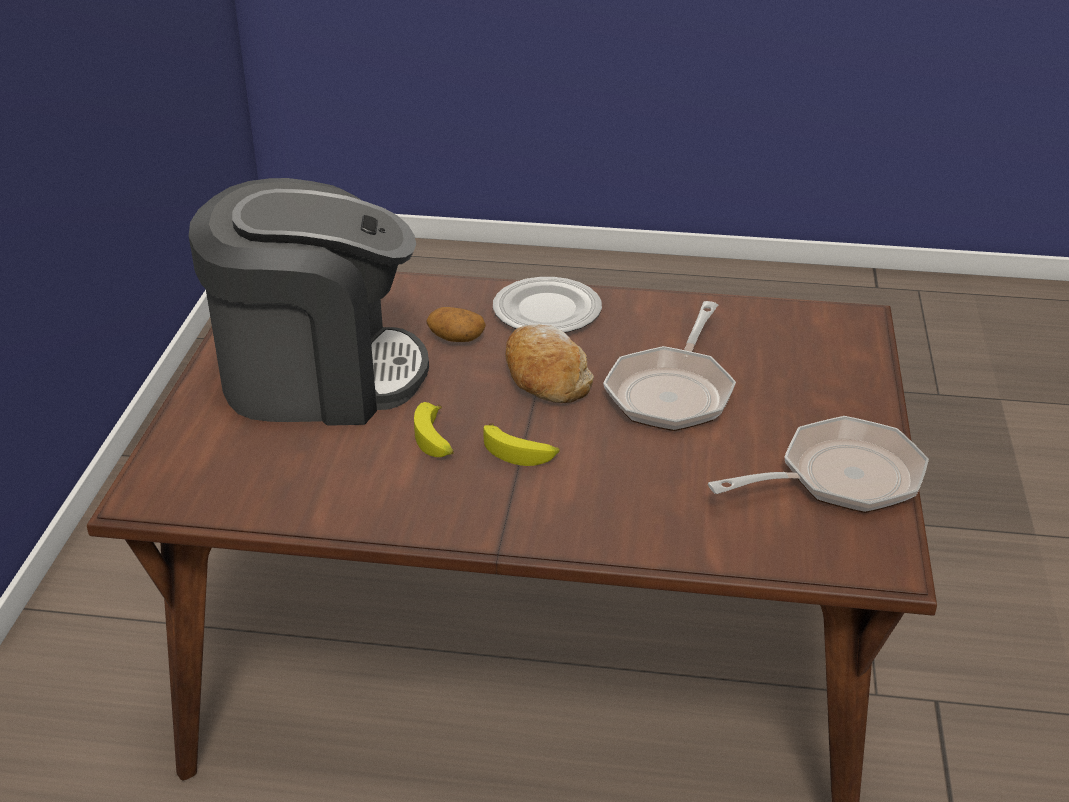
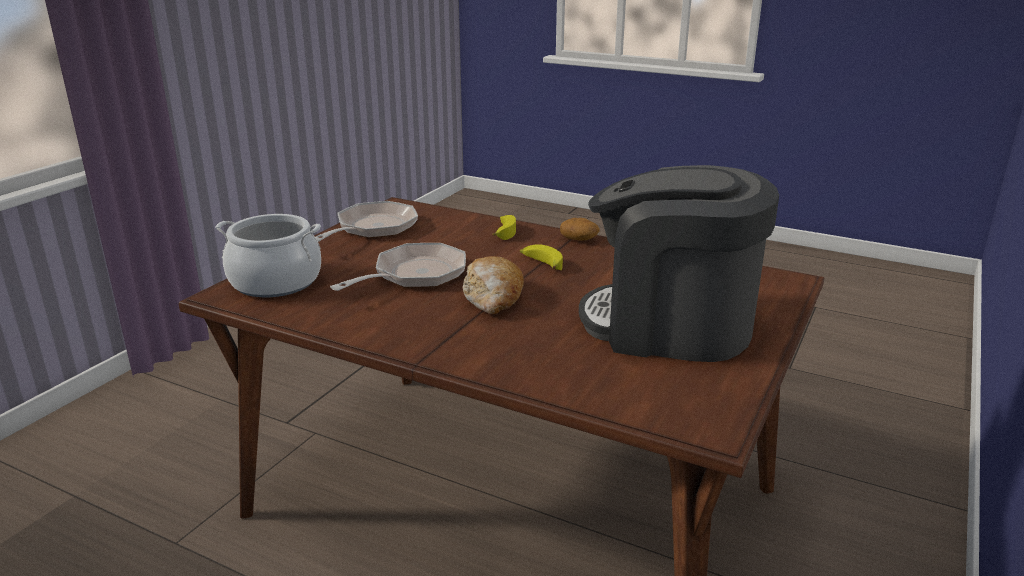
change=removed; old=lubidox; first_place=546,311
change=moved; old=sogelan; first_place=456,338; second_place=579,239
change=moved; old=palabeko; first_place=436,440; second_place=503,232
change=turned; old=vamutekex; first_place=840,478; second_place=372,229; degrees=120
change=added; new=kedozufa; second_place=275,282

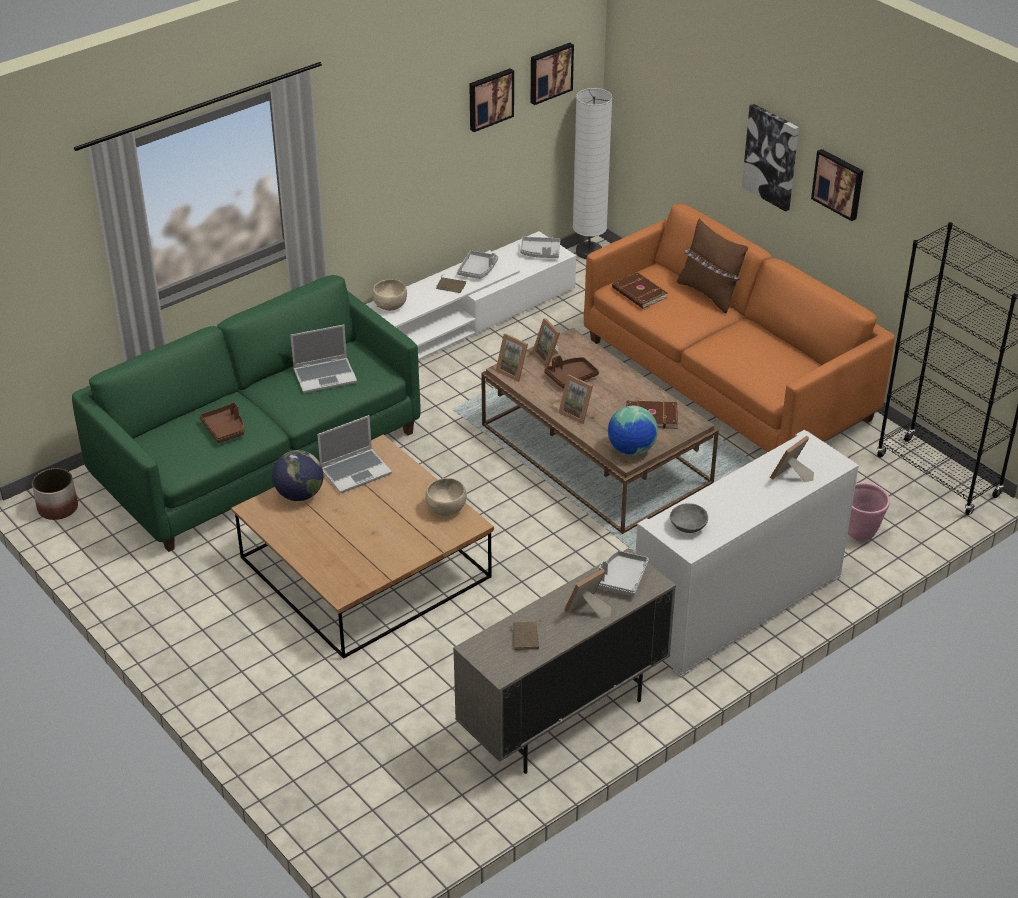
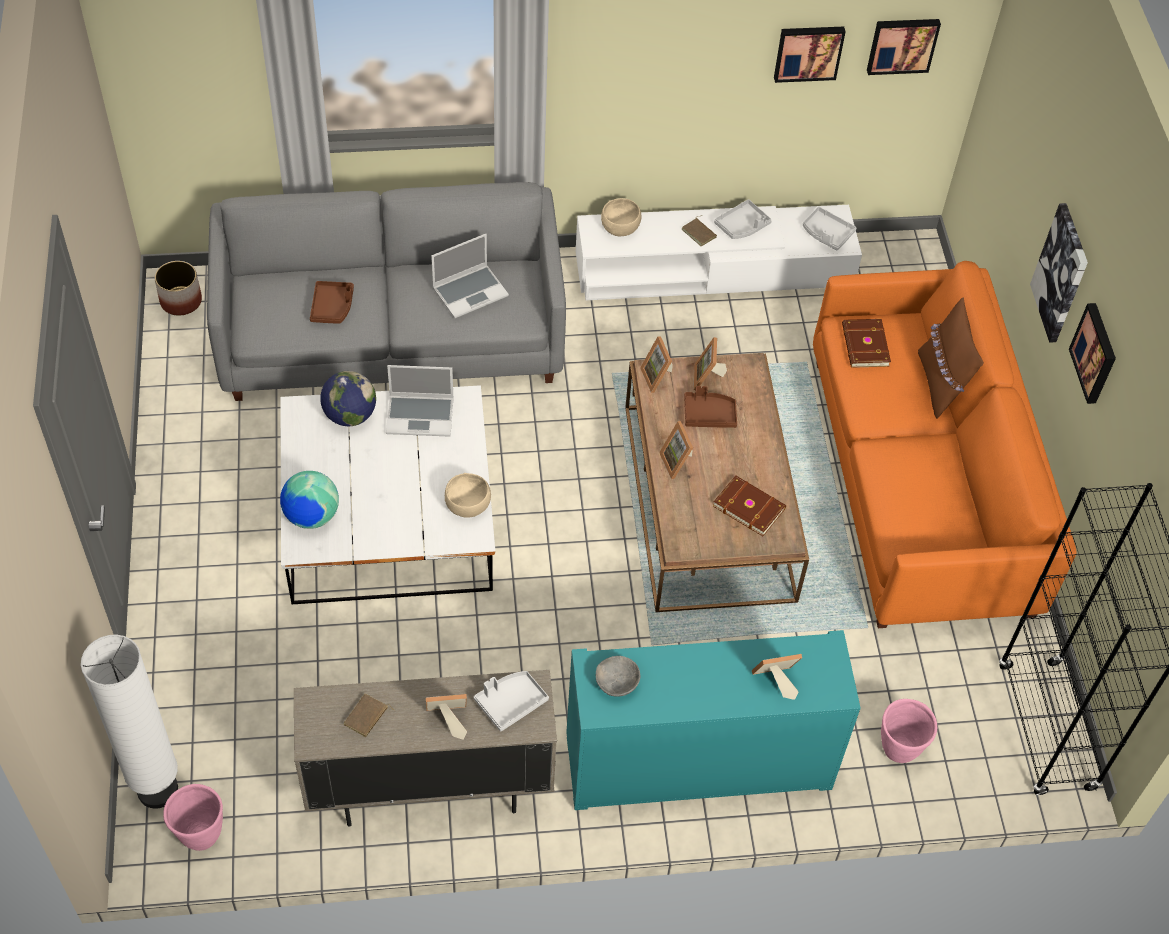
change=moved; old=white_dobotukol; first_place=588,252; second_place=157,790
change=recoloured; old=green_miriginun; new=grey_miriginun; first_place=258,456; second_place=392,334
change=turned; old=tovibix; first_place=325,376; second_place=470,291; degrees=-45
change=moved; old=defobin; first_place=631,450; second_place=311,516
change=recoloured; old=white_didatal; new=turquoise_didatal; first_place=737,606; second_place=698,762
change=recoloured; old=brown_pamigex; new=white_pamigex; first_place=365,567; second_place=388,514
change=added; new=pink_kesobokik; second_place=200,835

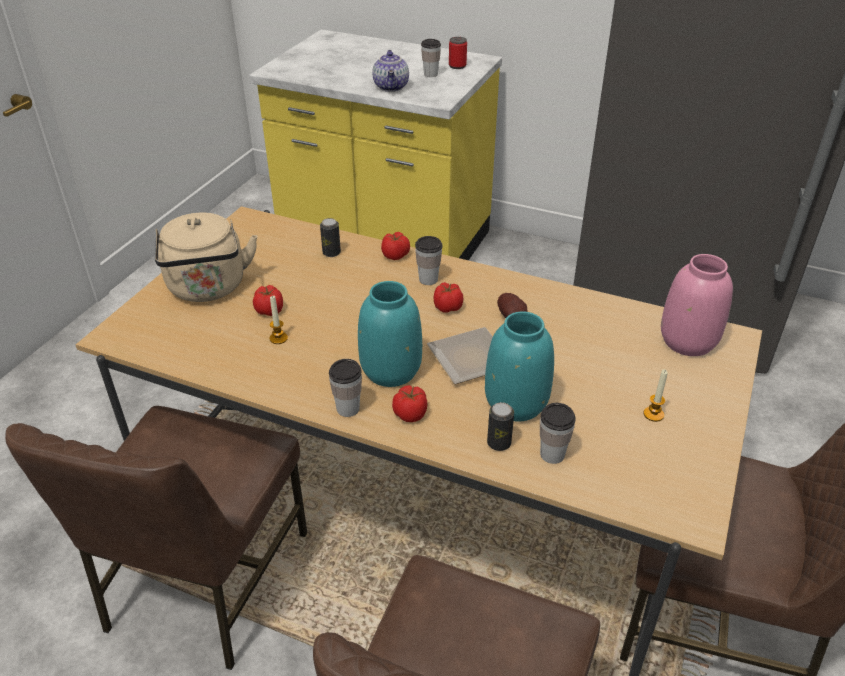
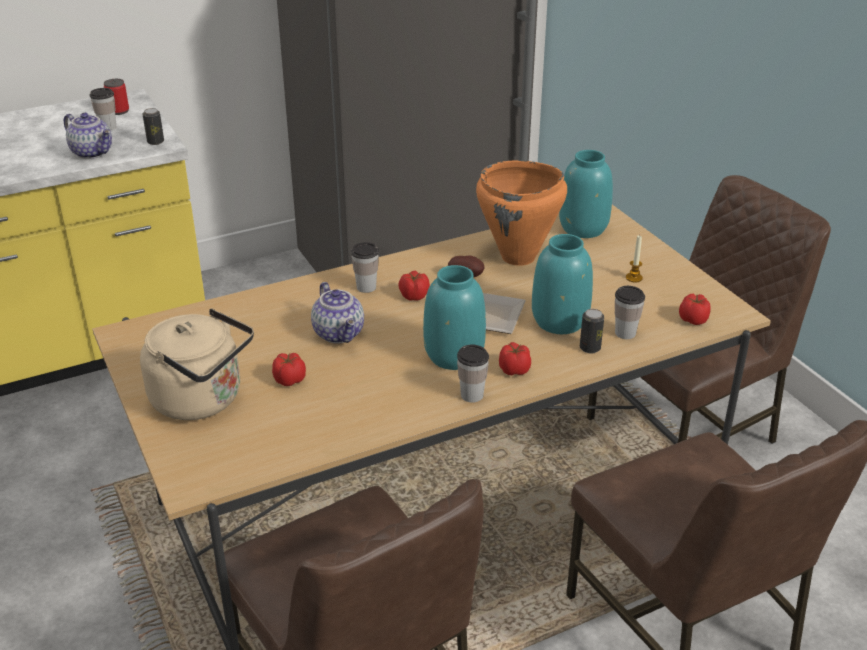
change=moved; old=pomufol; first_place=331,253; second_place=155,142
change=moved; old=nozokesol; first_place=396,255; second_place=693,319
change=recoloured; old=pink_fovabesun; new=turquoise_fovabesun; first_place=688,342; second_place=584,229
change=removed; old=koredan; first_place=278,338
change=added; new=orange_kedozufa; second_place=518,257
change=added; new=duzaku; second_place=340,334

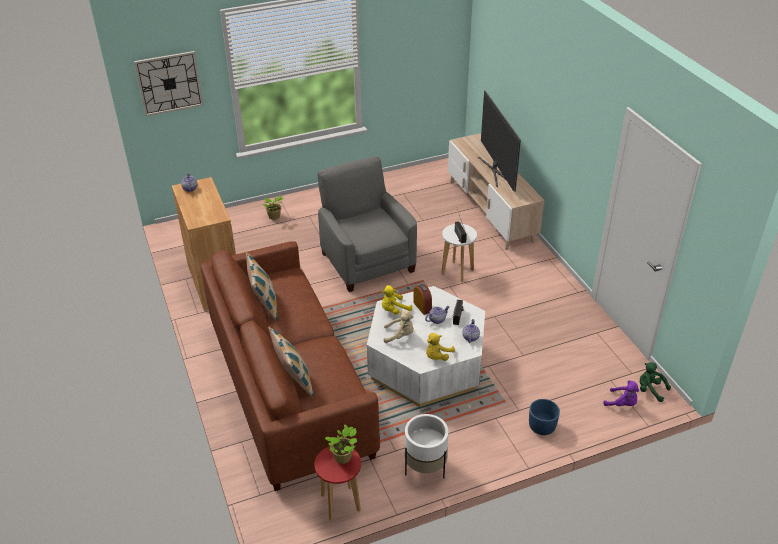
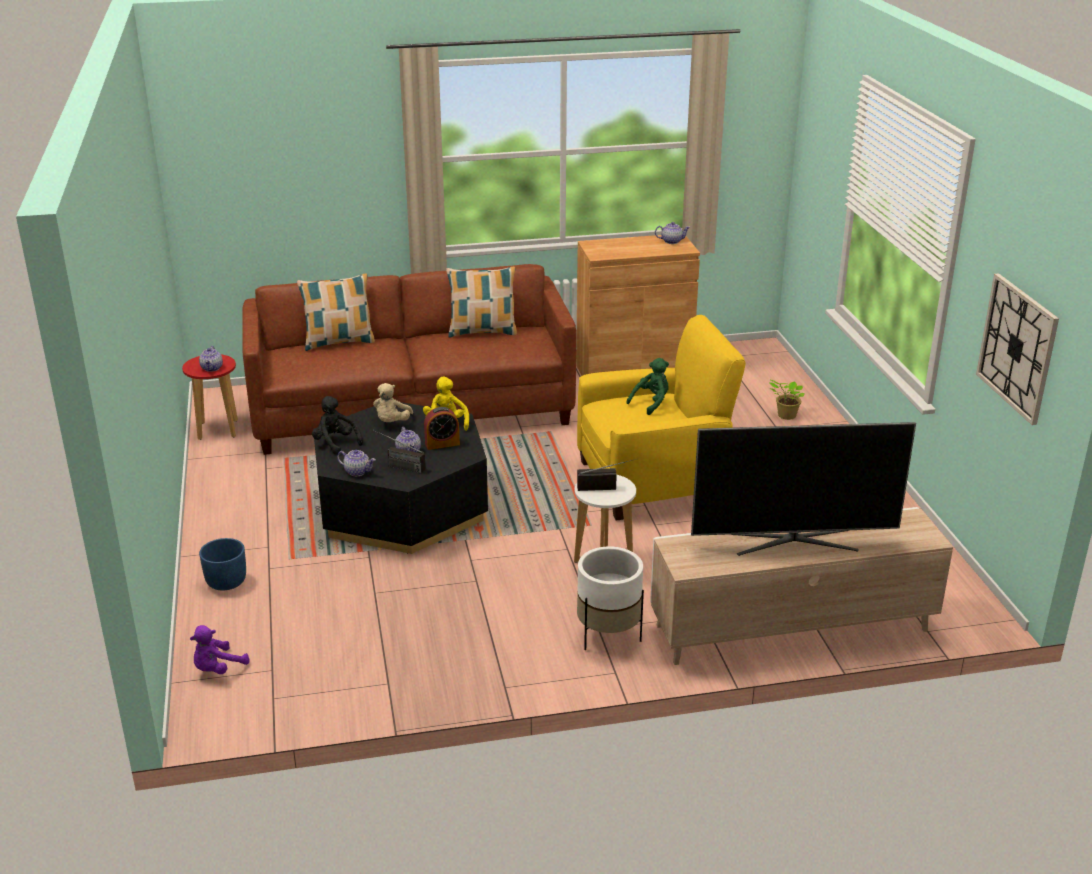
change=moved; old=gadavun; first_place=169,83; second_place=1017,347
change=recoloured; old=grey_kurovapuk; new=yellow_kurovapuk; first_place=367,261; second_place=653,482
change=recoloured; old=white_pamigex; new=black_pamigex; first_place=426,363; second_place=402,506
change=recoloured; old=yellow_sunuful; new=black_sunuful; first_place=437,356; second_place=335,443
change=moved; old=green_sunuful; first_place=650,390; second_place=651,403
change=moved; old=white_kesobokik; first_place=425,467; second_place=608,635
change=replaced; old=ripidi; new=duzaku; first_place=344,458; second_place=212,368

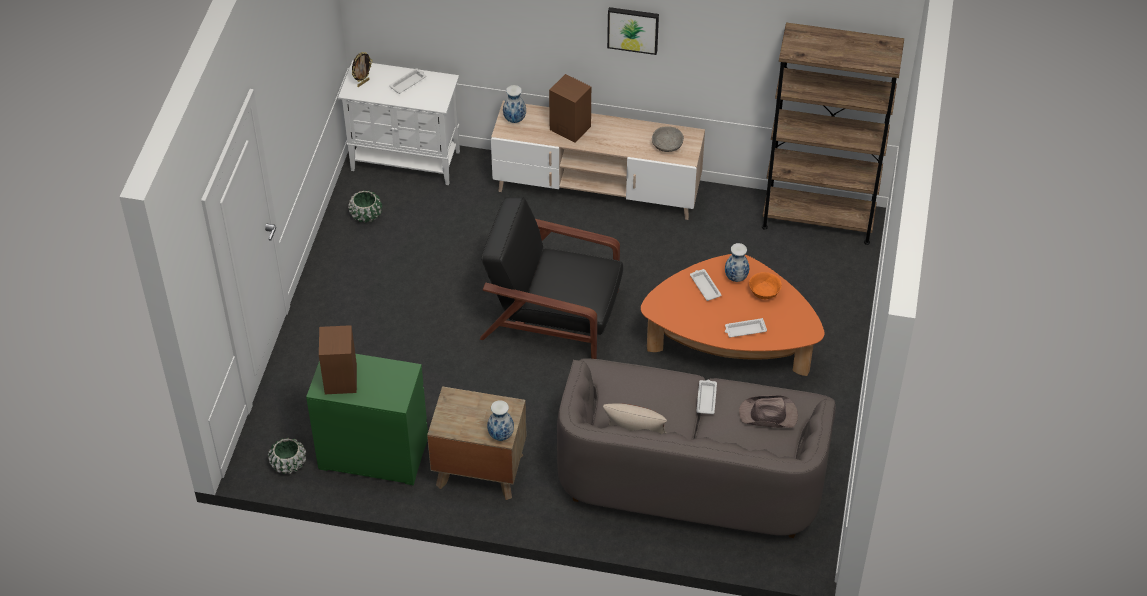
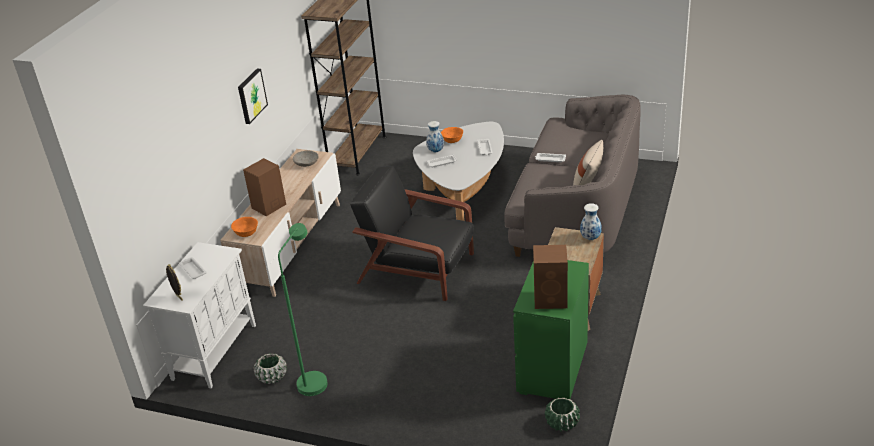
change=replaced; old=fovabesun; new=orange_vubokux; first_place=514,120; second_place=246,233
change=turned; old=black_kurovapuk; first_place=553,315; second_place=418,269; degrees=90
change=recoloured; old=orange_pamigex; new=white_pamigex; first_place=730,346; second_place=464,191
change=removed; old=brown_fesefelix; first_place=769,415
change=added; new=green_dobotukol; second_place=315,378

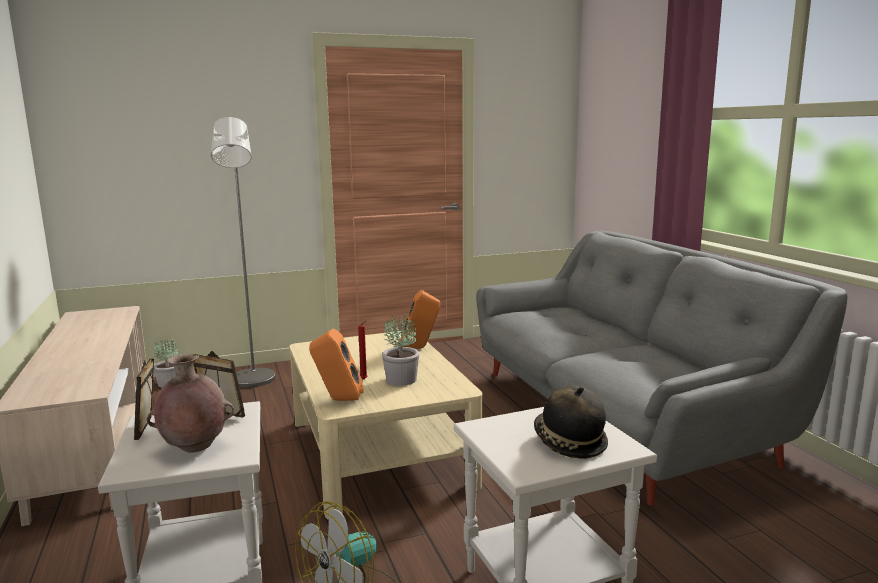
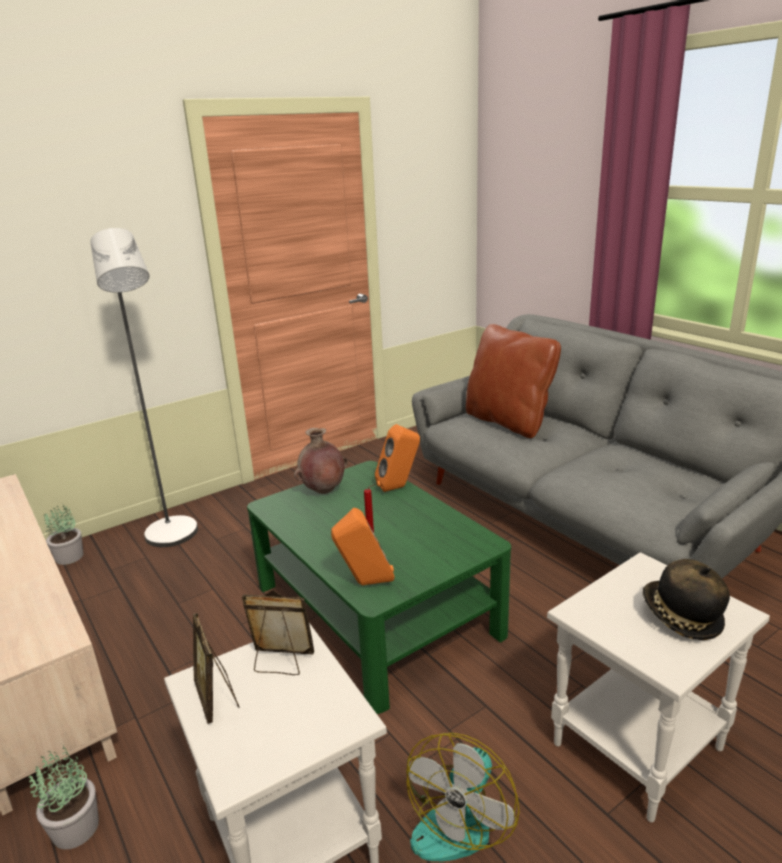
change=moved; old=ripidi; first_place=401,379; second_place=75,827
change=recoloured; old=beige_pamigex; new=green_pamigex; first_place=379,452; second_place=376,609
change=moved; old=brown_fovabesun; first_place=194,448; second_place=323,490
change=added; new=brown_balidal; second_place=508,422

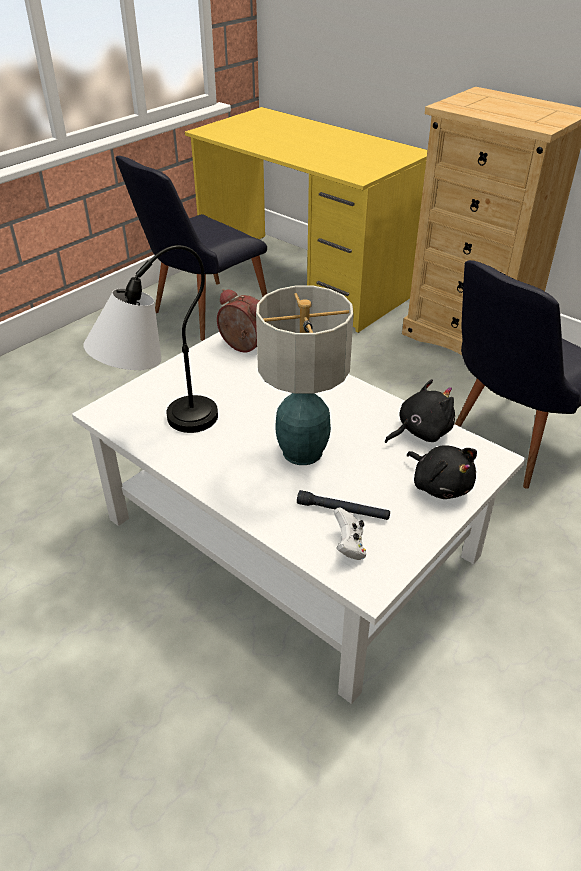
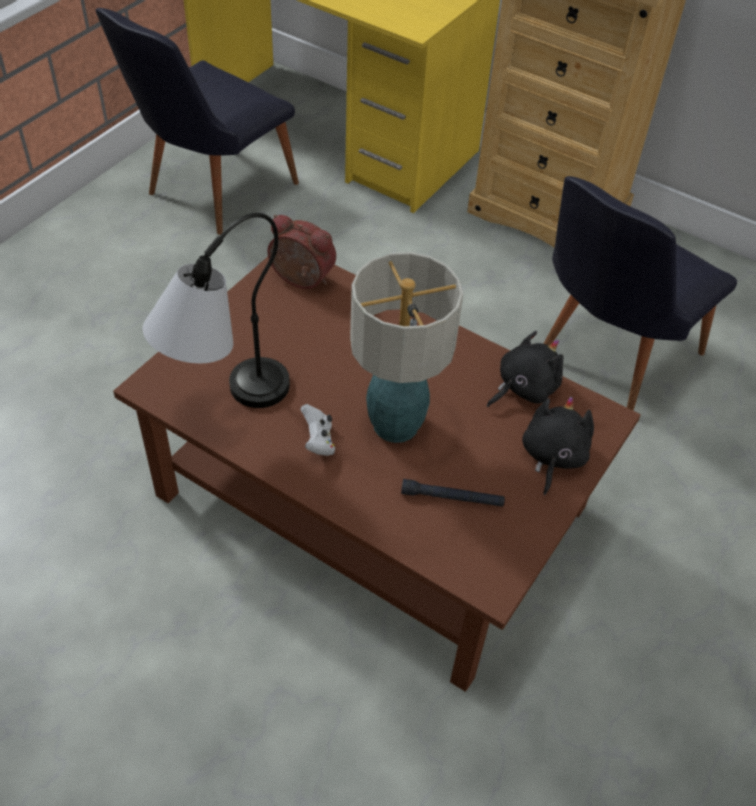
change=recoloured; old=white_pamigex; new=brown_pamigex; first_place=289,538; second_place=370,502
change=turned; old=black_sunuful; first_place=440,485; second_place=552,456; degrees=-120
change=moved; old=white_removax; first_place=349,546; second_place=318,441

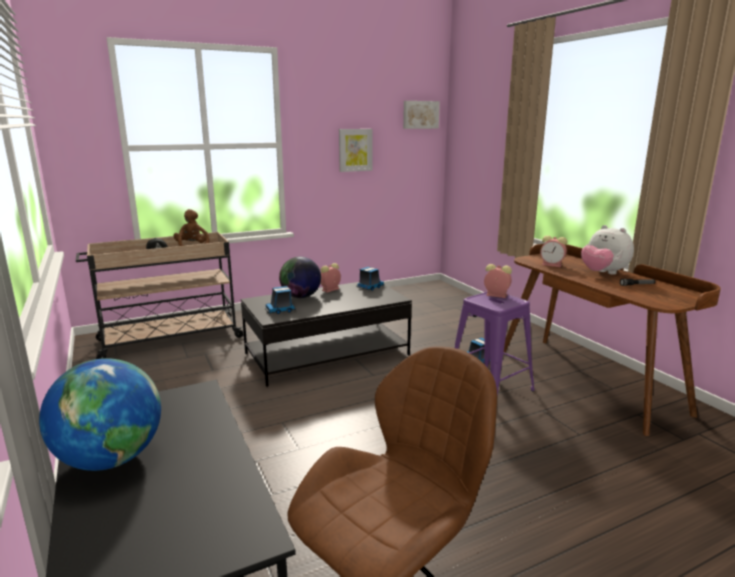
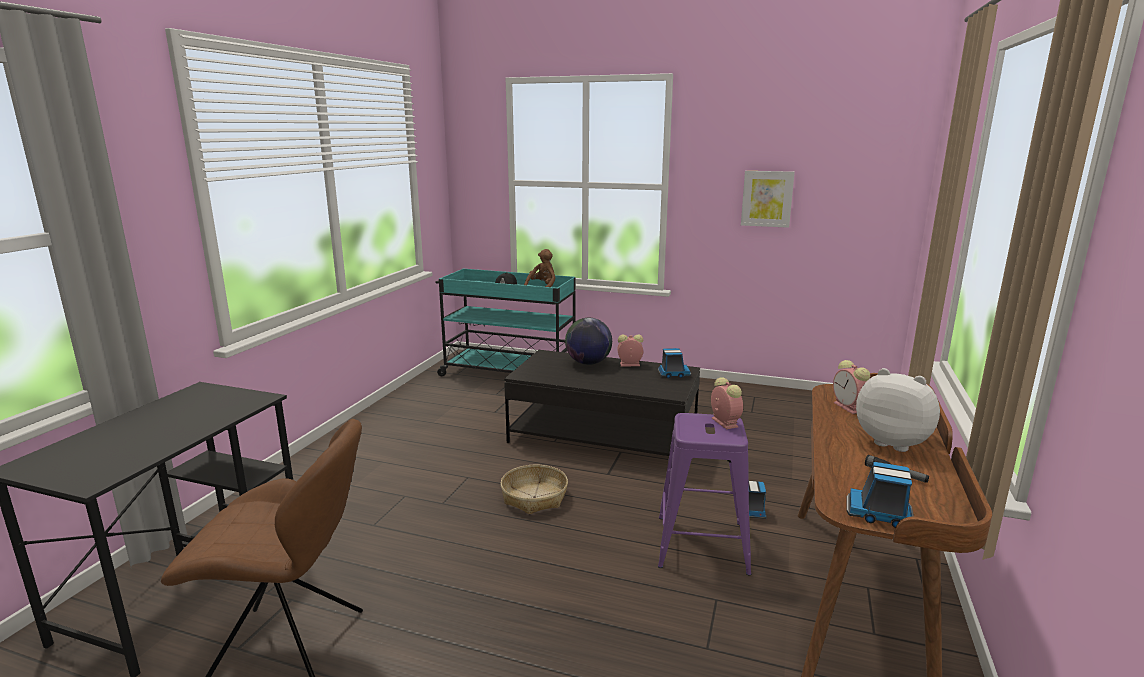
change=removed; old=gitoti; first_place=420,114
change=turned; old=sunuful; first_place=603,273; second_place=893,442; degrees=120
change=recoloured; old=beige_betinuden; new=turquoise_betinuden; first_place=168,339; second_place=508,374
change=moved; old=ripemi; first_place=281,310; second_place=880,514
change=removed; old=defobin; first_place=111,459
change=added; new=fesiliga; second_place=534,497

